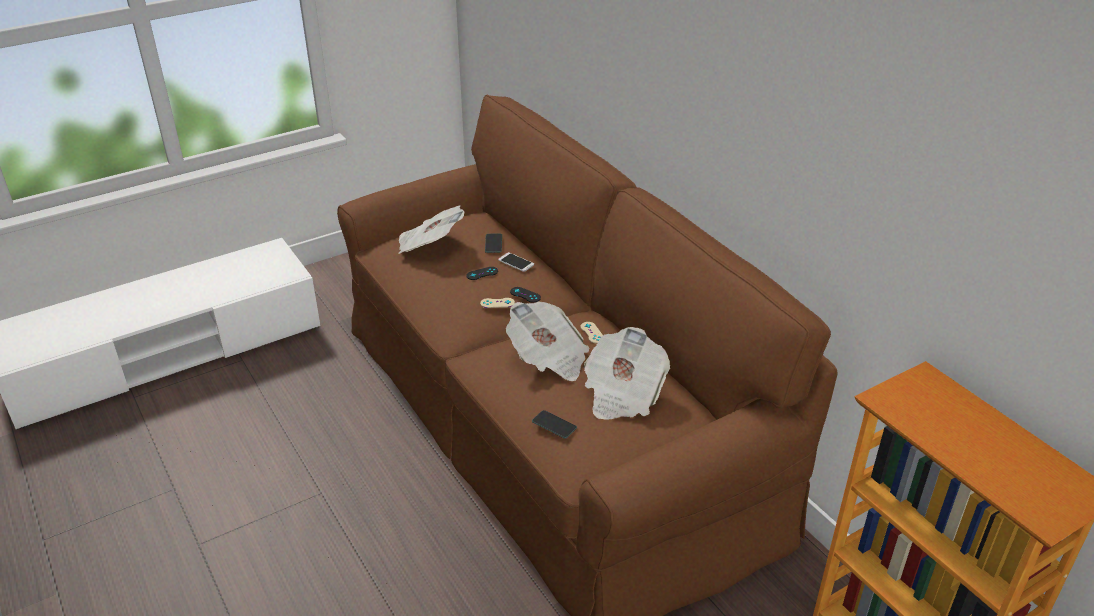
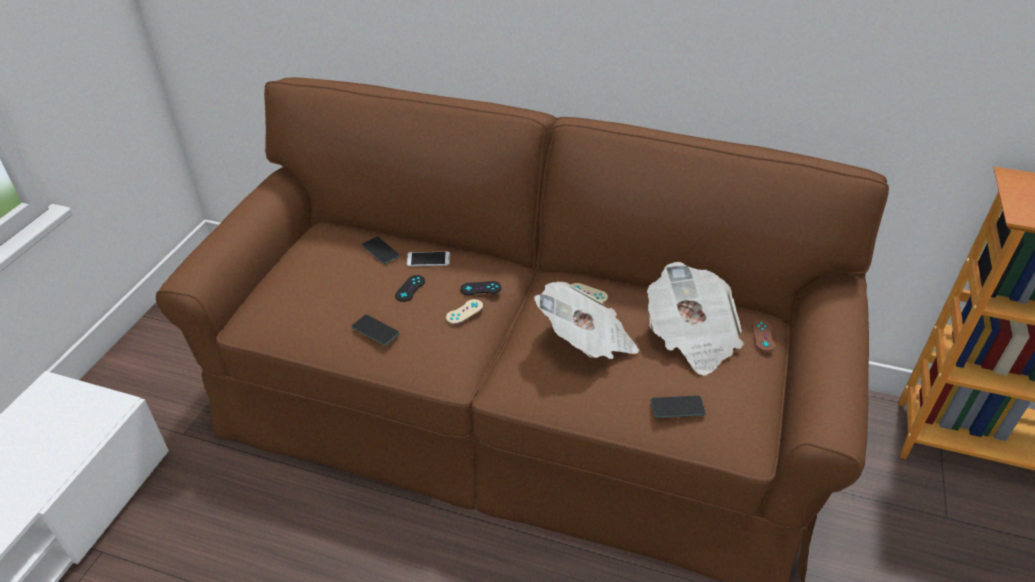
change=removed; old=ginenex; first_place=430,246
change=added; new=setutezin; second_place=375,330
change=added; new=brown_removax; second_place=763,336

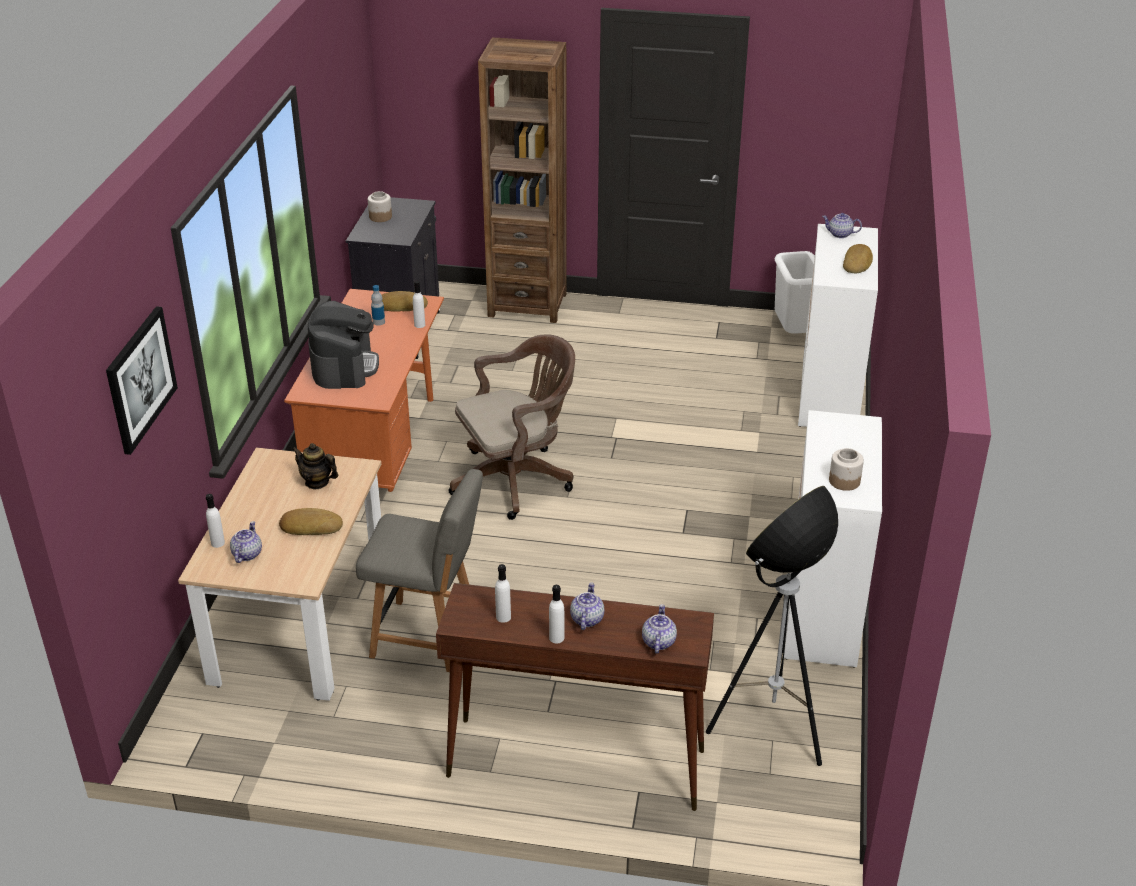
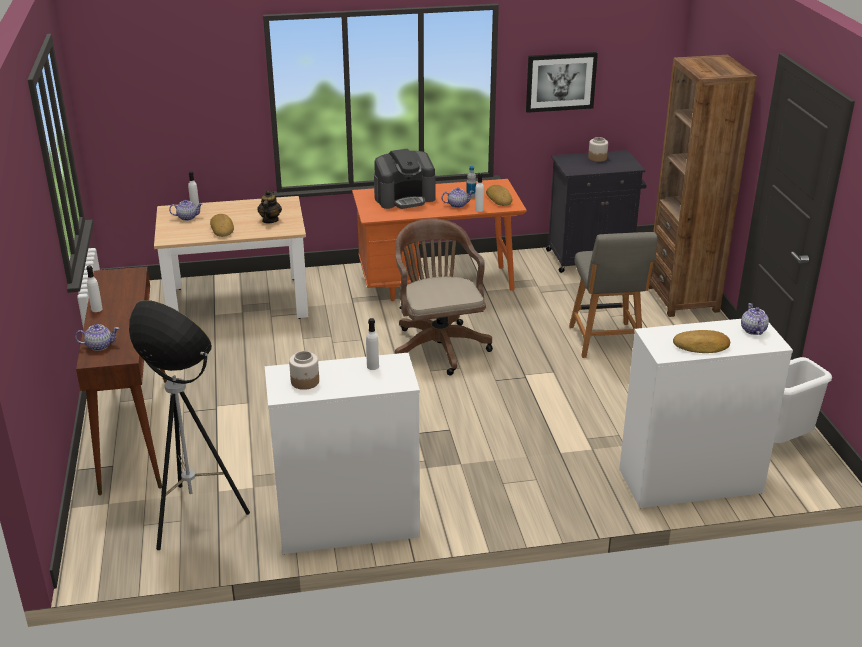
change=moved; old=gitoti; first_place=140,379; second_place=560,81
change=turned; old=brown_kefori; first_place=517,479; second_place=438,345; degrees=-150
change=moved; old=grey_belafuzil; first_place=428,636; second_place=606,341
change=moved; old=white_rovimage; first_place=503,617; second_place=373,366
change=moved; old=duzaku; first_place=586,619; second_place=457,205

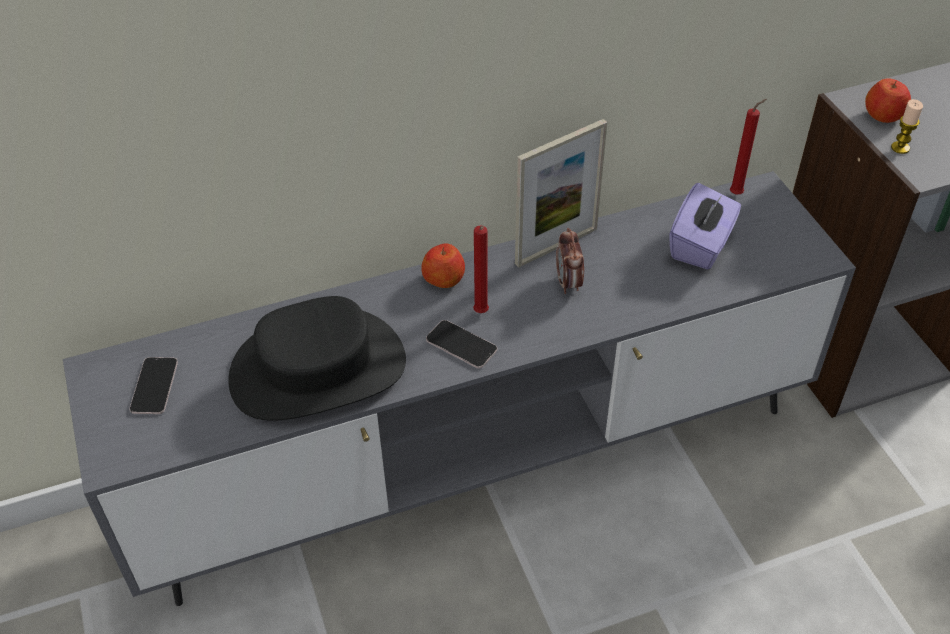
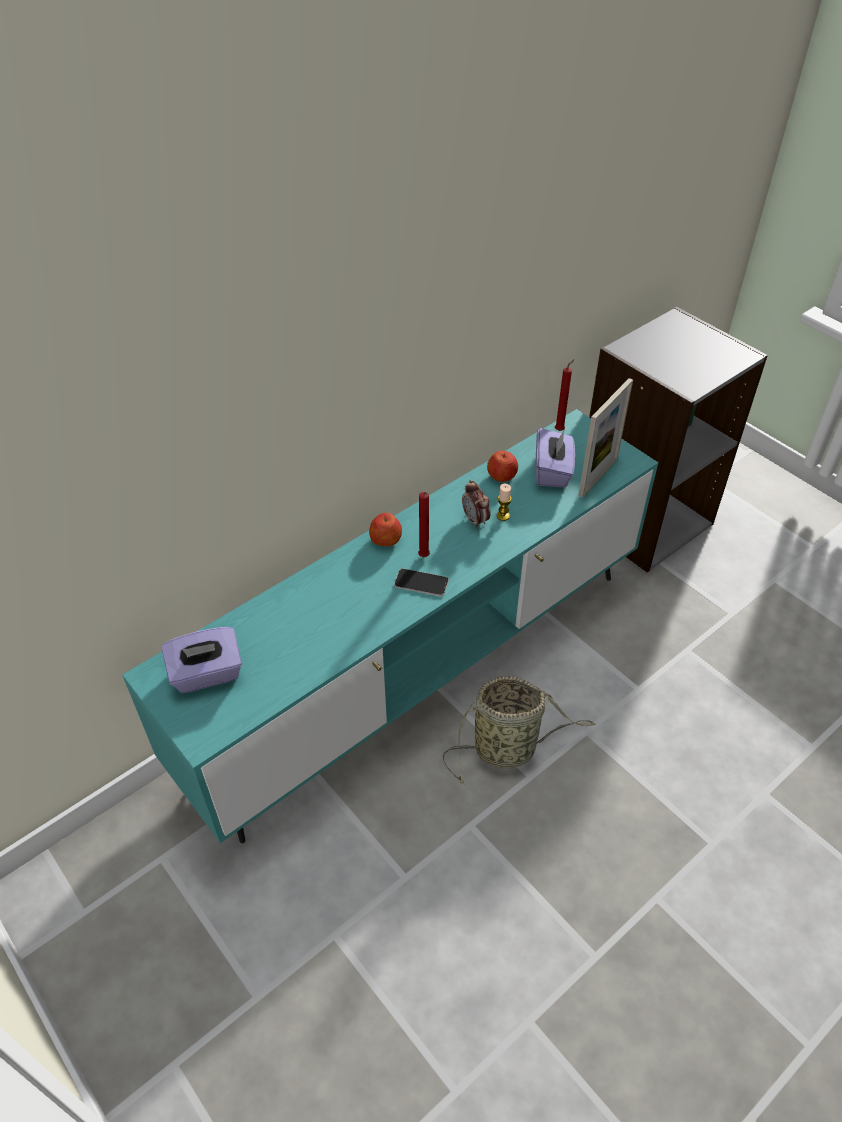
change=moved; old=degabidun; first_place=884,115; second_place=502,476
change=moved; old=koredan; first_place=900,148; second_place=503,516
change=moved; old=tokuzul; first_place=556,246; second_place=598,477
change=recoloured; old=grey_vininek; new=turquoise_vininek; first_place=475,463; second_place=419,672
change=removed; old=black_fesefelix; first_place=318,370
change=replaced; old=setutezin; new=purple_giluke; first_place=154,386; second_place=207,674
change=added; new=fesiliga; second_place=509,749

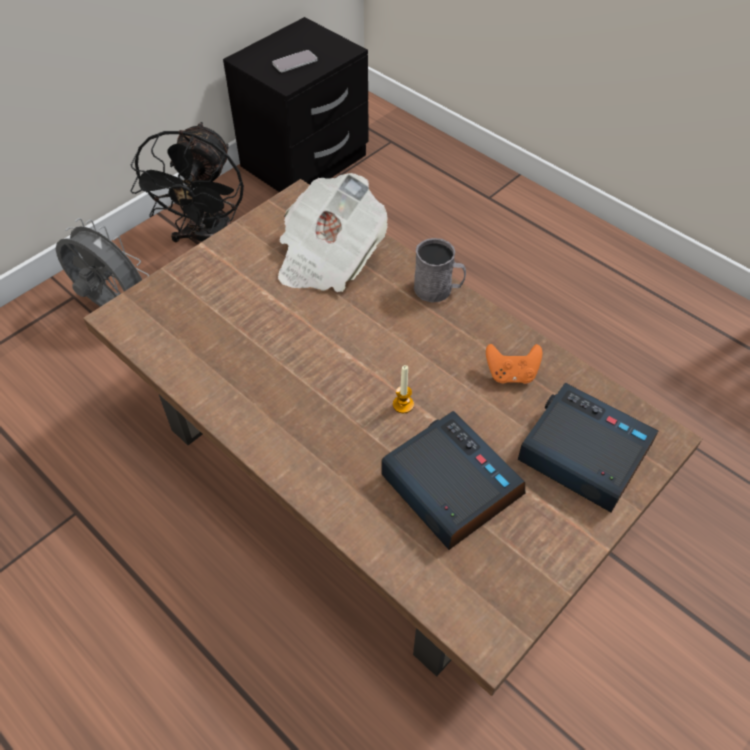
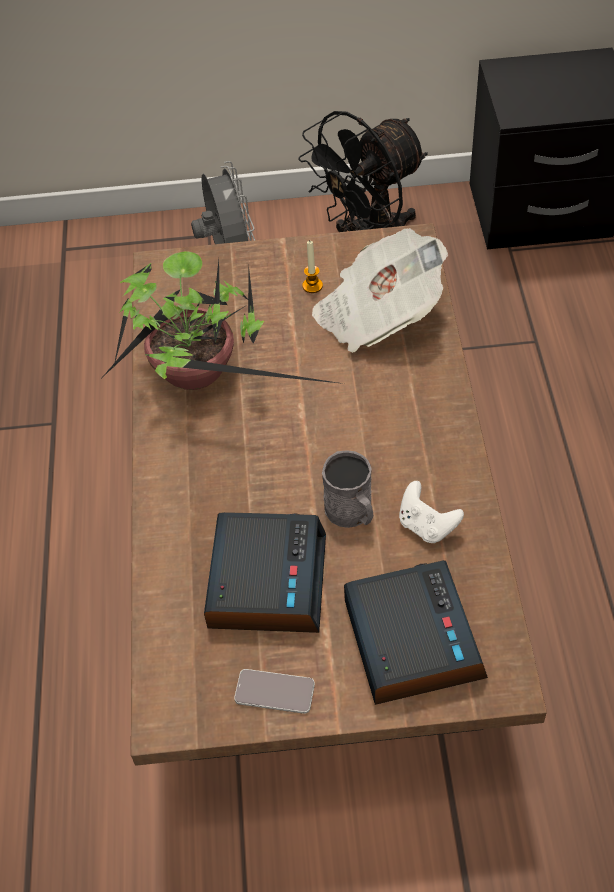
change=moved; old=setutezin; first_place=295,62; second_place=274,692
change=moved; old=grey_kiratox; first_place=438,289; second_place=352,513
change=recoloured; old=orange_removax; new=white_removax; first_place=511,374; second_place=426,526
change=moved; old=koredan; first_place=403,404; second_place=312,286
change=added; new=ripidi; second_place=200,375

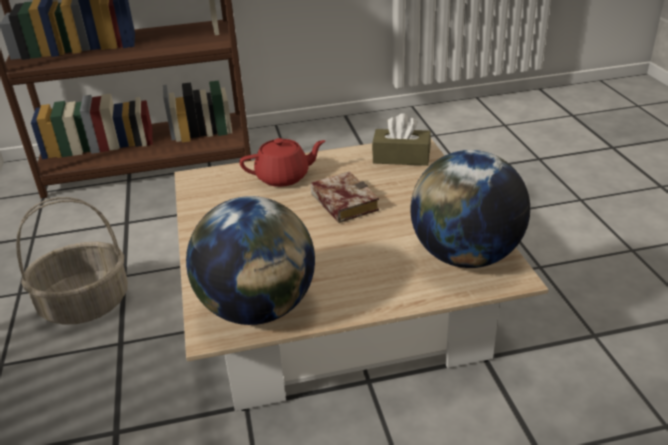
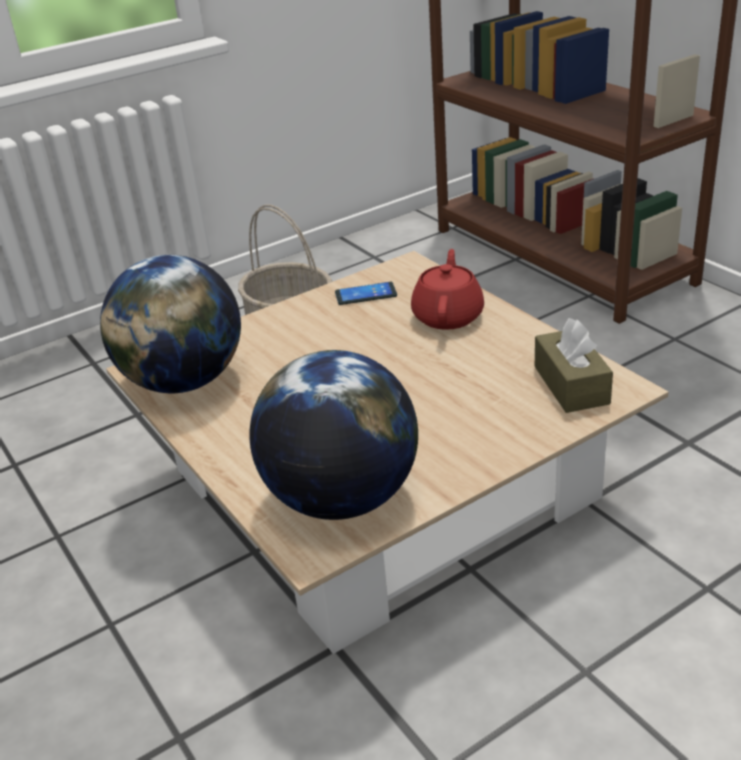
change=turned; old=red_duzaku; first_place=284,177; second_place=448,316; degrees=-135
change=removed; old=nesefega; first_place=341,202
change=added; new=setutezin; second_place=365,294

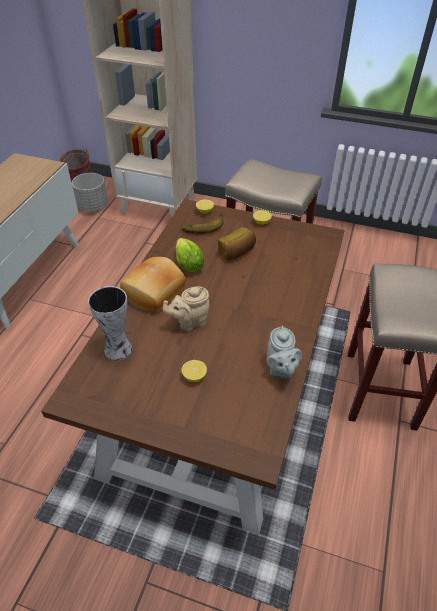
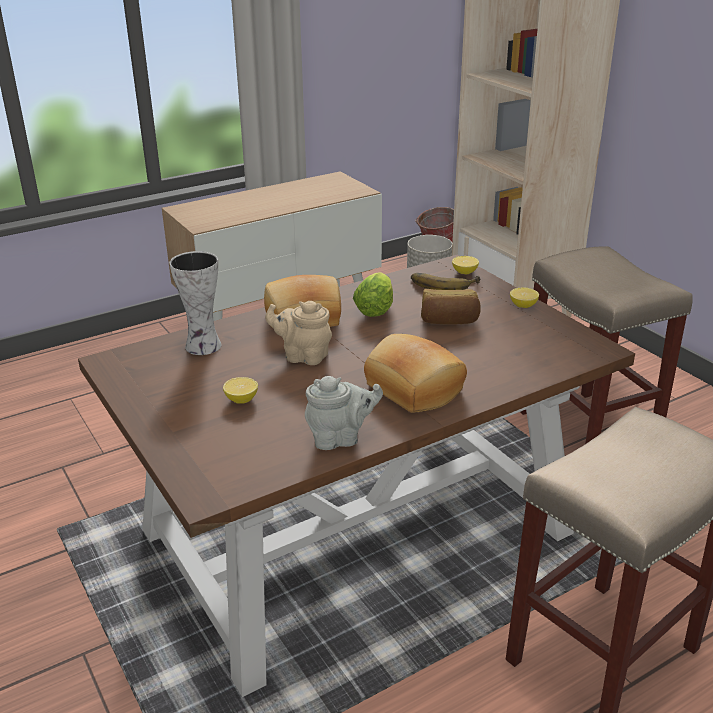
change=turned; old=grey_duzaku; first_place=280,369; second_place=340,438; degrees=-135
change=added; new=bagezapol; second_place=412,389

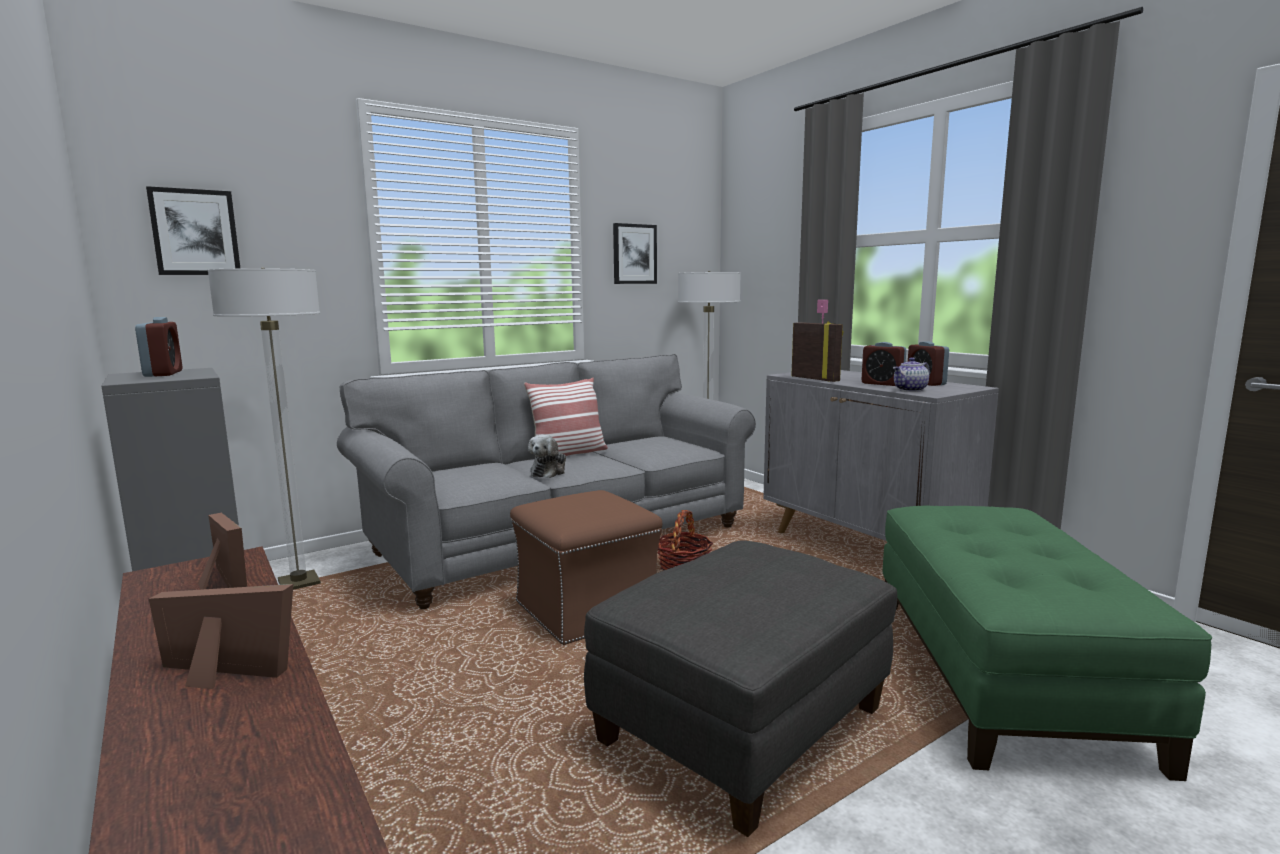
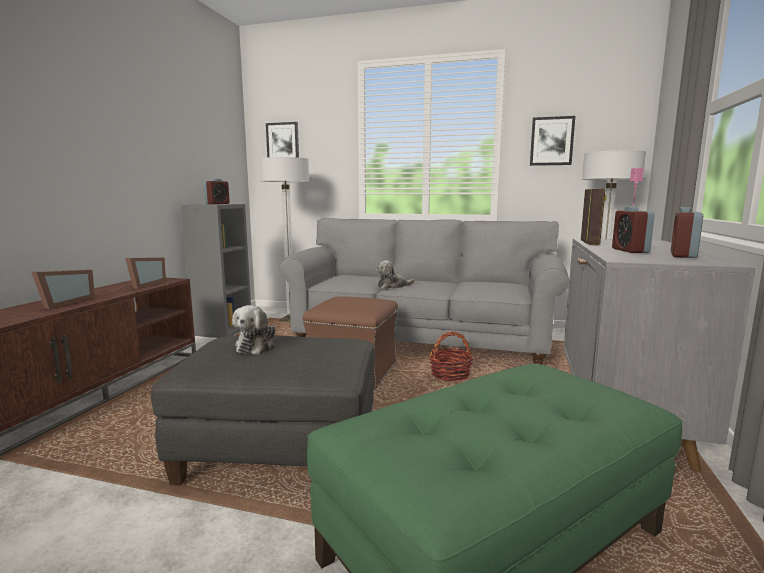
change=removed; old=duzaku; first_place=910,390
change=removed; old=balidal; first_place=568,454
change=turned; old=tokuzul; first_place=220,676; second_place=64,302; degrees=45
change=added; new=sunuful; second_place=257,346

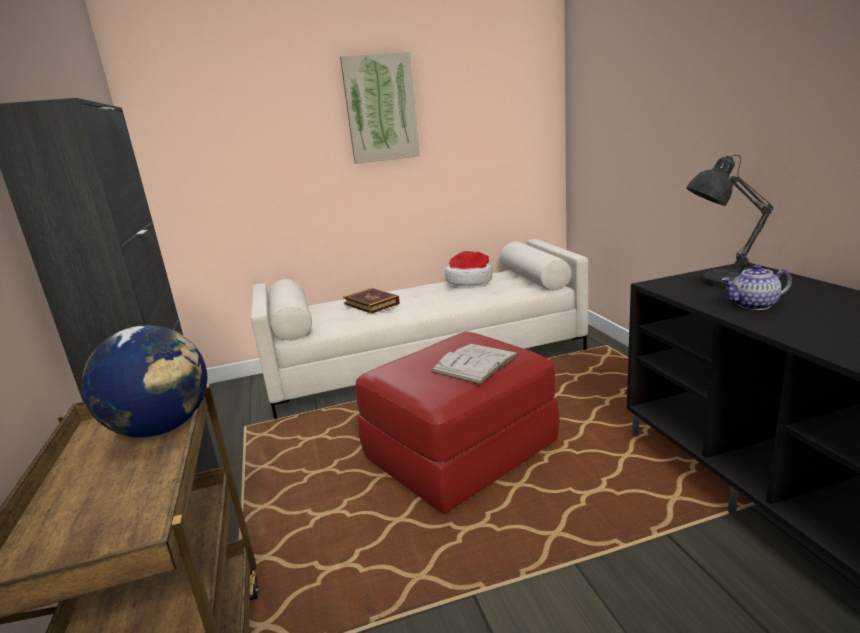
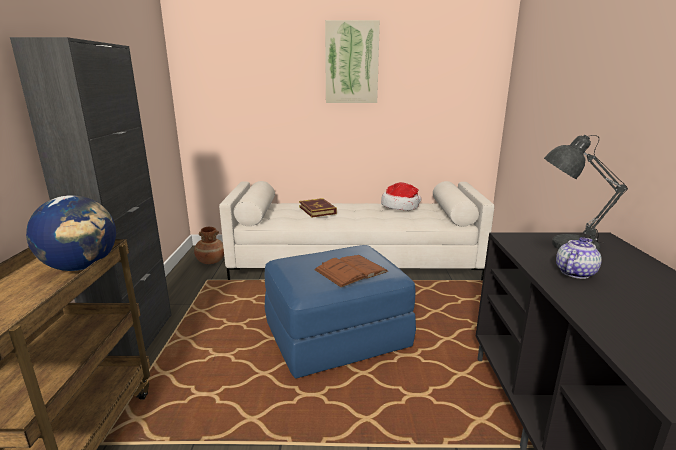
change=turned; old=duzaku; first_place=753,305; second_place=574,272; degrees=120
change=recoloured; old=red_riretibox; new=blue_riretibox; first_place=460,454; second_place=336,337
change=recoloured; old=white_nesefega; new=brown_nesefega; first_place=475,363; second_place=351,270
change=added; new=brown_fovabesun; second_place=210,261

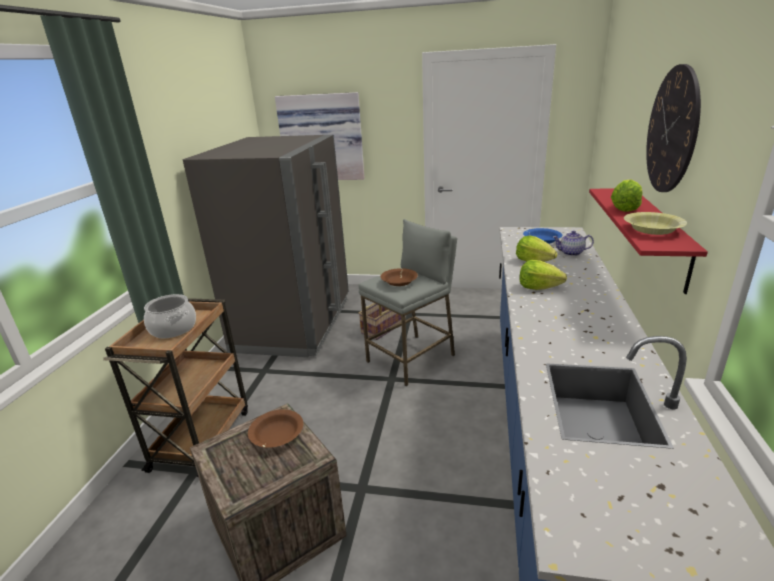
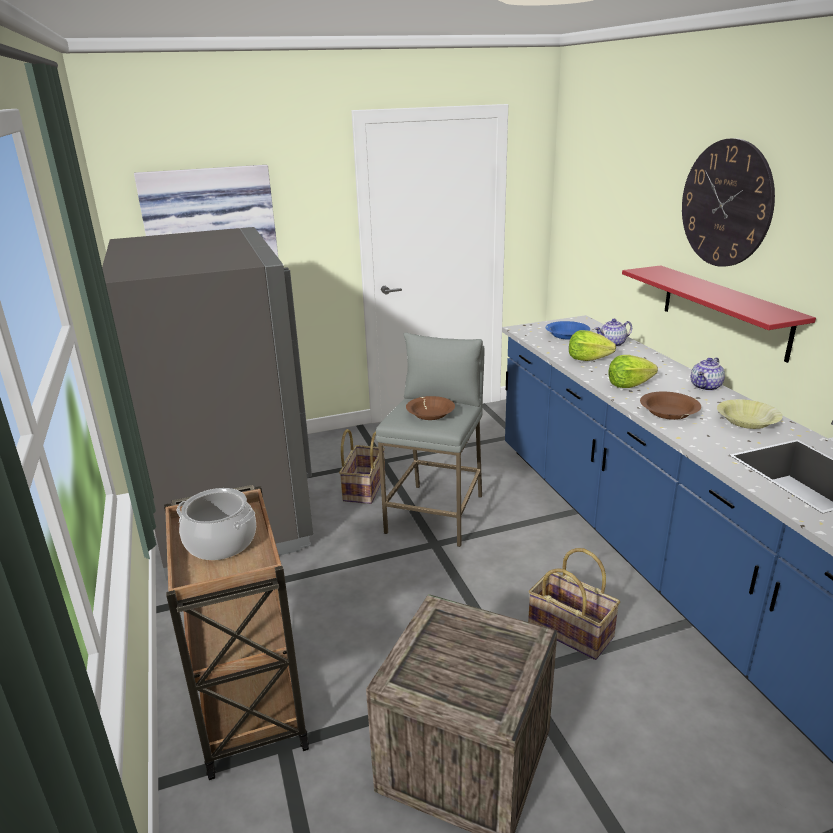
change=removed; old=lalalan; first_place=625,208
change=moved; old=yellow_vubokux; first_place=652,230; second_place=747,422
change=moved; old=brown_vubokux; first_place=277,435; second_place=668,413
change=added; new=duzaku; second_place=706,387
change=added; new=fesiliga; second_place=571,631

